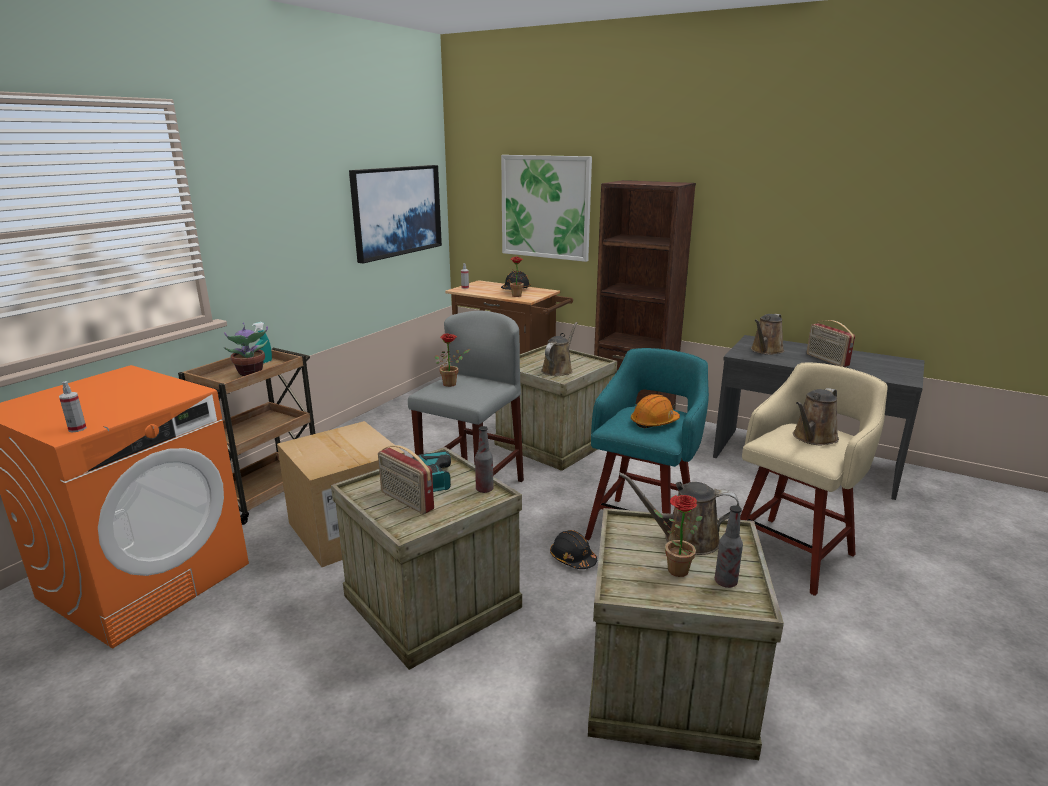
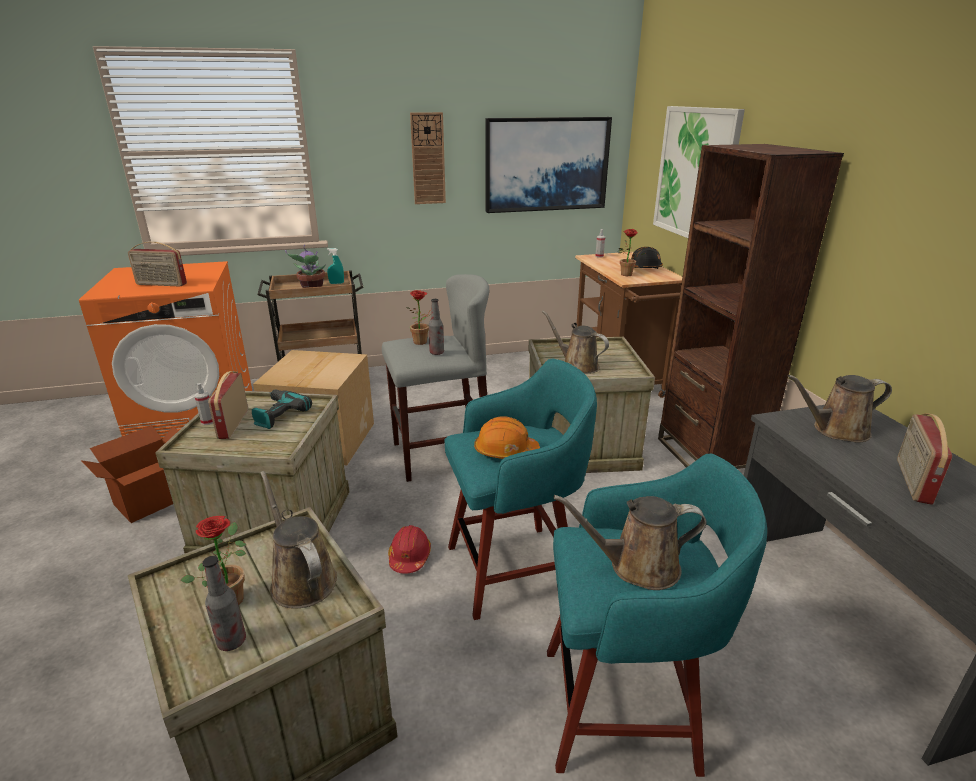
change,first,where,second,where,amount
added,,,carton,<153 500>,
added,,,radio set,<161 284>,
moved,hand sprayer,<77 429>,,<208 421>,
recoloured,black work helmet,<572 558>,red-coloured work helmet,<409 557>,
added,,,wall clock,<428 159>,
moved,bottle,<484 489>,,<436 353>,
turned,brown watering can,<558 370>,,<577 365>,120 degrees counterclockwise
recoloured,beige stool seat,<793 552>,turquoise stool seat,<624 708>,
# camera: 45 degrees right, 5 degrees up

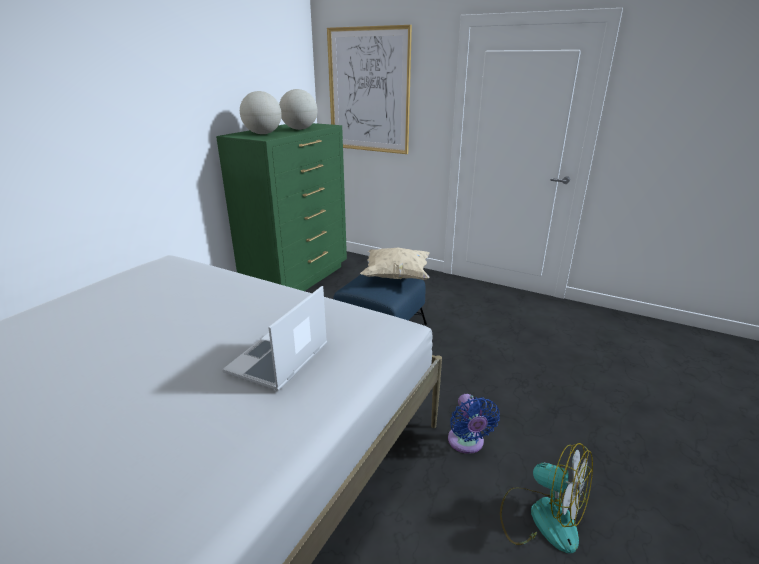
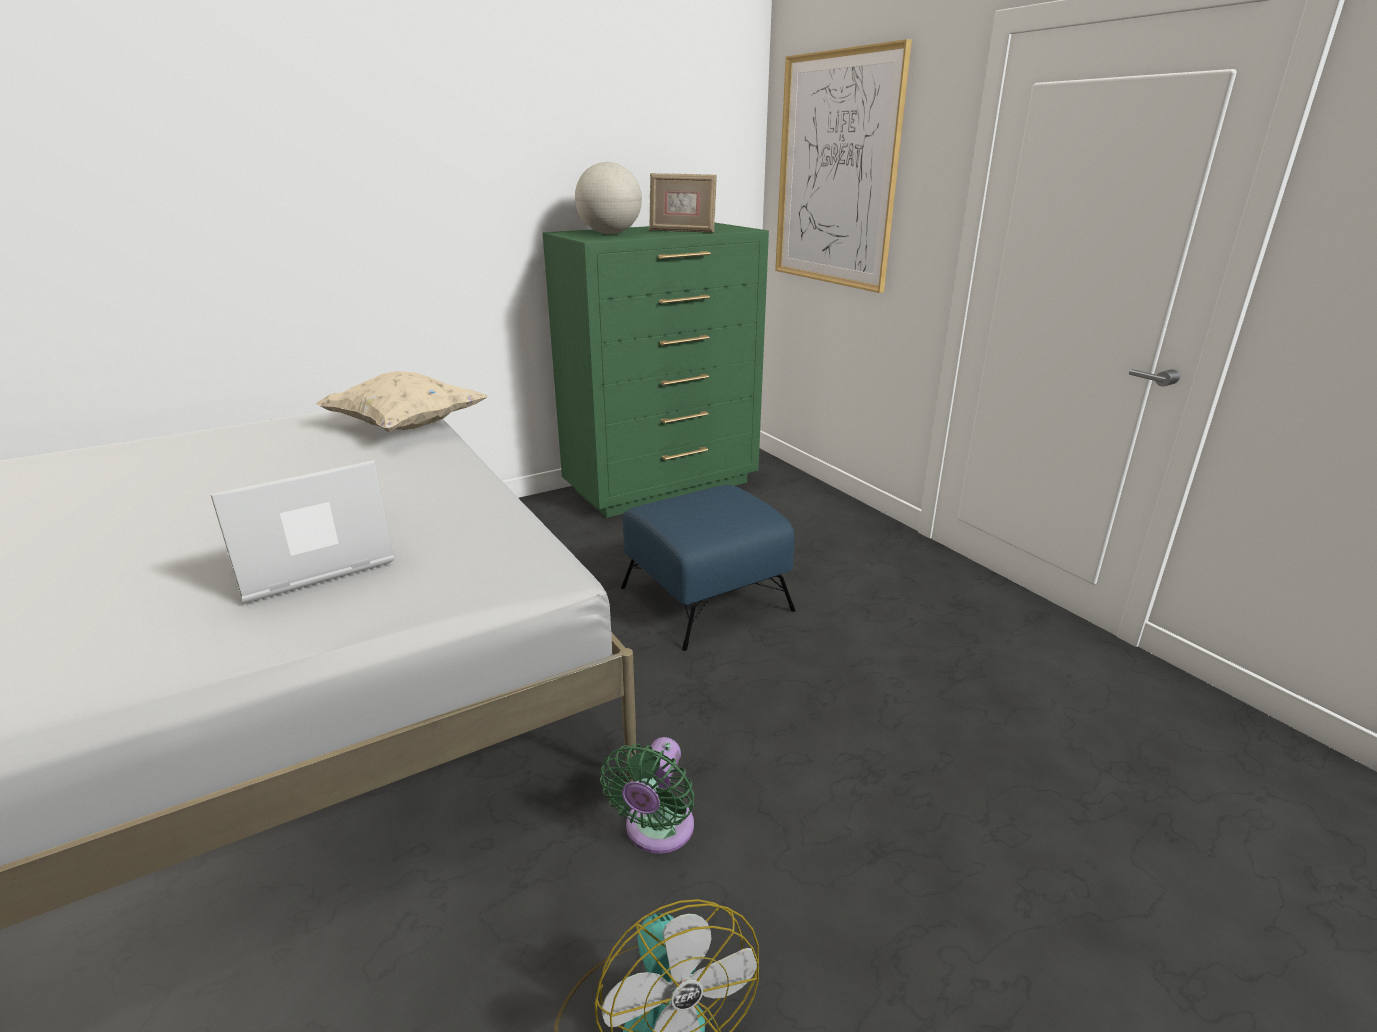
change,first,where,second,where,amount
moved,beige pillow,<396 276>,,<405 427>,
recoloured,blue electric fan,<467 443>,greenish electric fan,<656 831>,
replaced,world globe,<299 129>,standing frame,<682 231>,
# camera: 30 degrees right, 0 degrees up

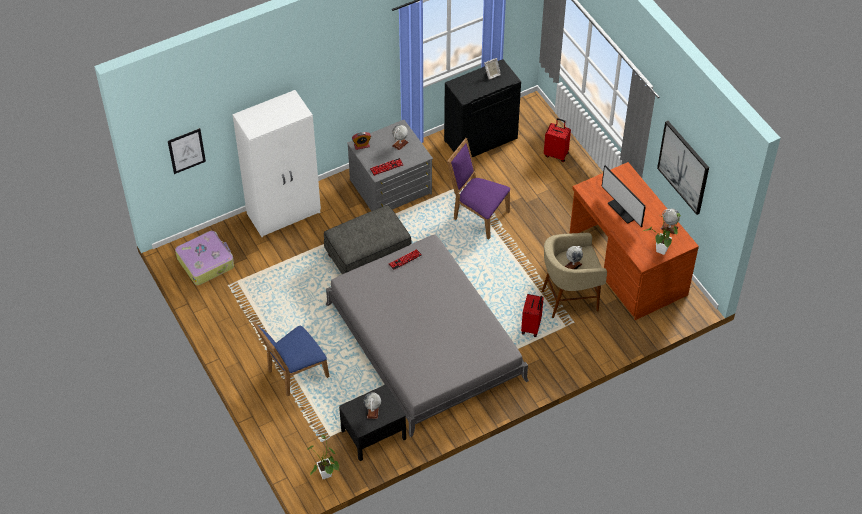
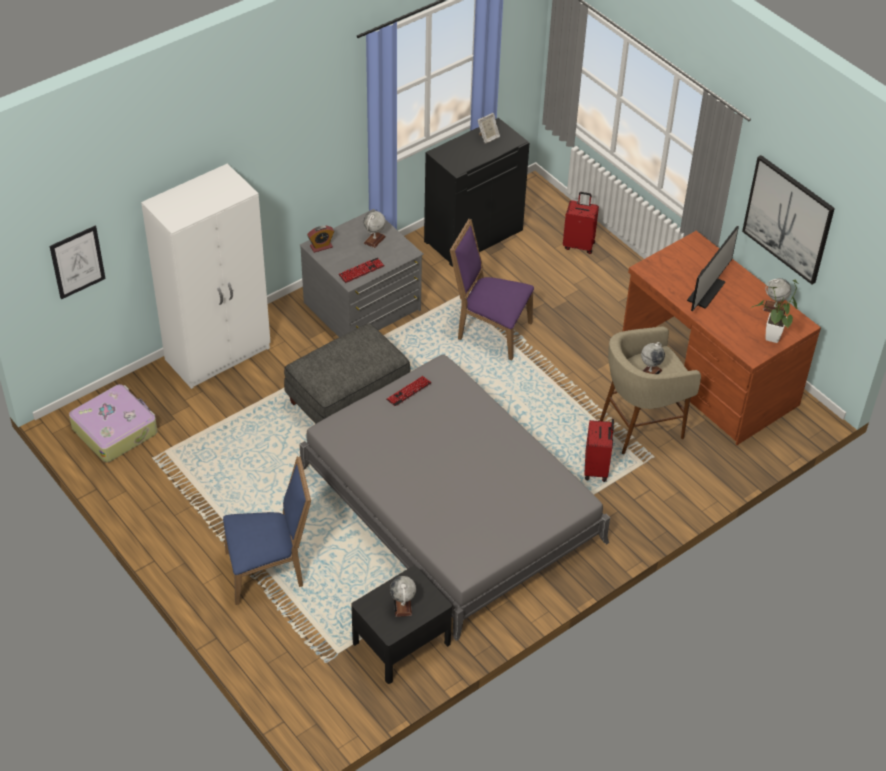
change,first,where,second,where,amount
turned,blue chair,<294 374>,,<269 570>,150 degrees counterclockwise
turned,computer screen,<623 210>,,<706 291>,105 degrees counterclockwise
removed,plant in a pot,<326 477>,,,
# camera: 10 degrees left, 5 degrees down

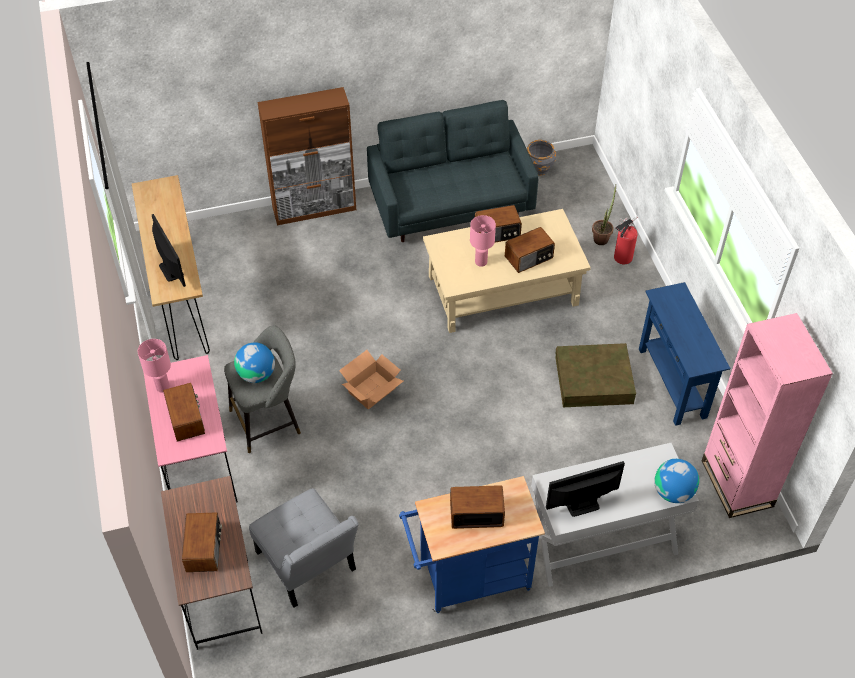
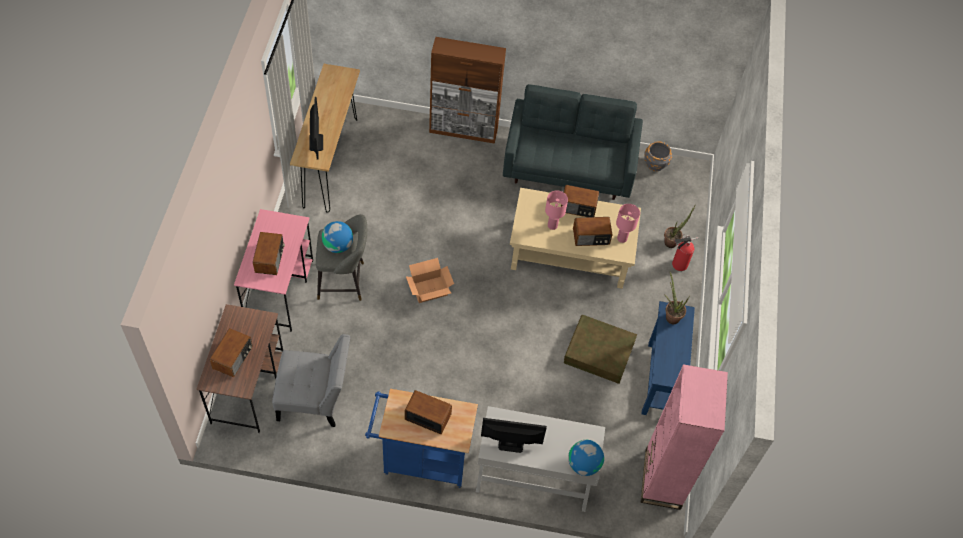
change,first,where,second,where,amount
turned,greyish chair,<308 565>,,<315 399>,75 degrees counterclockwise
moved,pinkish lamp for a table,<162 387>,,<622 238>,
added,,,plant in a pot,<670 315>,
# camera: 20 degrees right, 5 degrees up

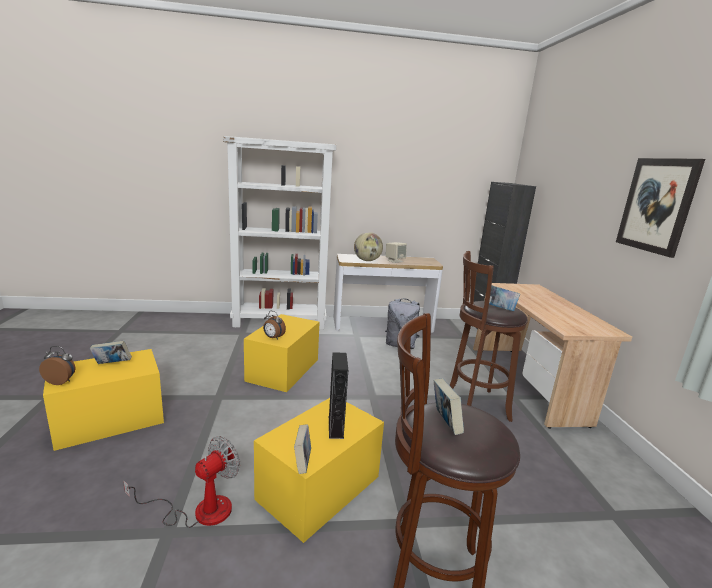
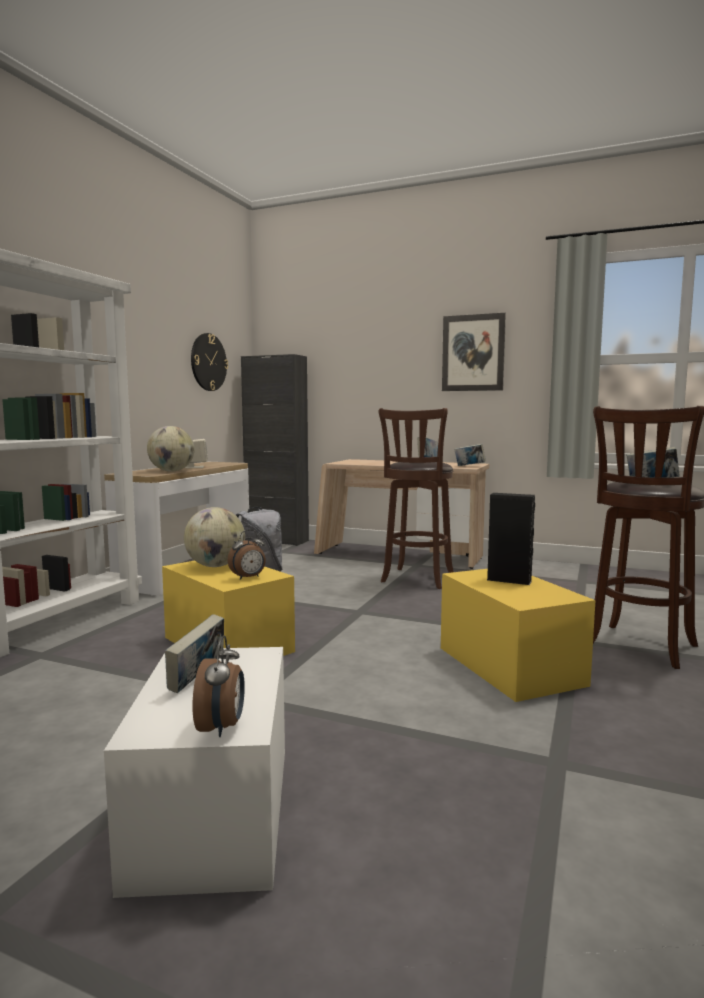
change,first,where,second,where,amount
recoloured,yellow storage bin,<110 419>,white-coloured storage bin,<213 812>,
added,,,world globe,<216 566>,
added,,,wall clock,<208 362>,
turned,table clock,<61 381>,,<222 727>,150 degrees clockwise
moved,book,<302 462>,,<469 466>,
removed,electric fan,<199 510>,,,
# camera: 60 degrees left, 10 degrees down

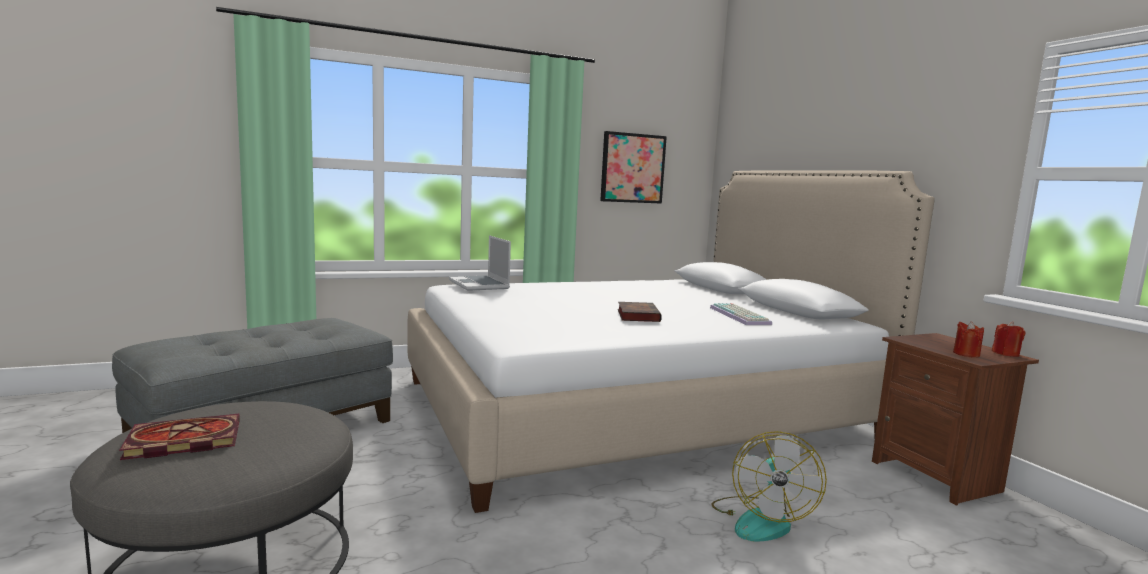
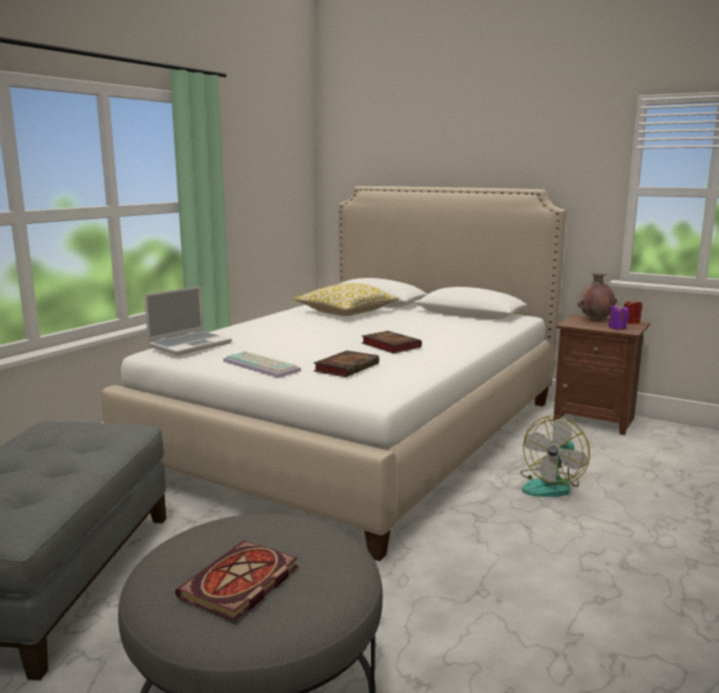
change,first,where,second,where,amount
turned,laptop,<480 285>,,<190 344>,75 degrees counterclockwise
moved,keyboard,<741 316>,,<263 366>,
added,,,pillow,<347 312>,
added,,,book,<347 367>,
turned,electric fan,<761 520>,,<551 485>,60 degrees clockwise
added,,,brown decorative vase,<595 320>,
recoloured,red-coloured wax light,<966 354>,purple wax light,<617 328>,
removed,picture,<632 168>,,,
# camera: 35 degrees left, 5 degrees up

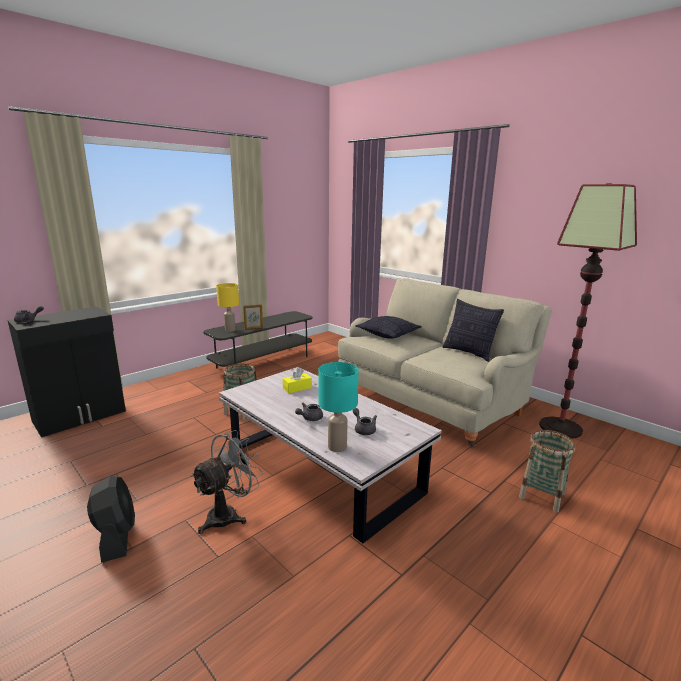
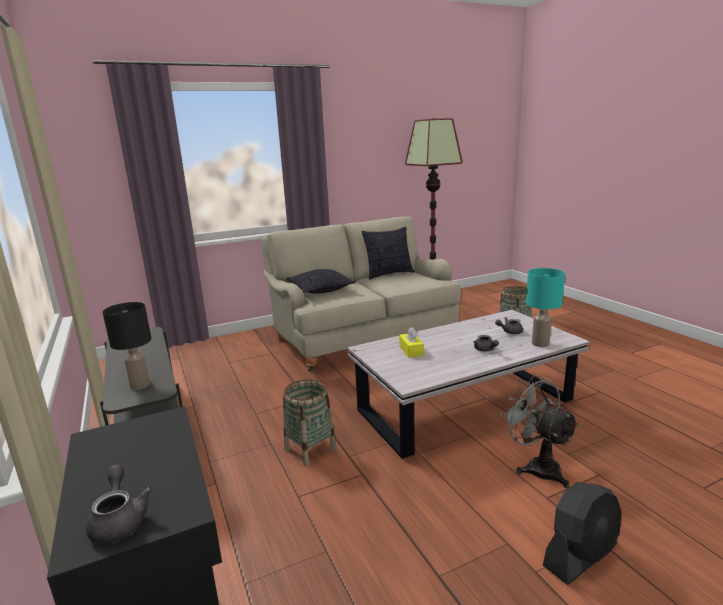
change,first,where,second,where,amount
recoloured,yellow lamp for a table,<230 330>,black lamp for a table,<140 385>,
turned,black electric fan,<116 536>,,<580 556>,150 degrees clockwise
removed,standing frame,<253 328>,,,
# camera: 70 degrees left, 0 degrees up

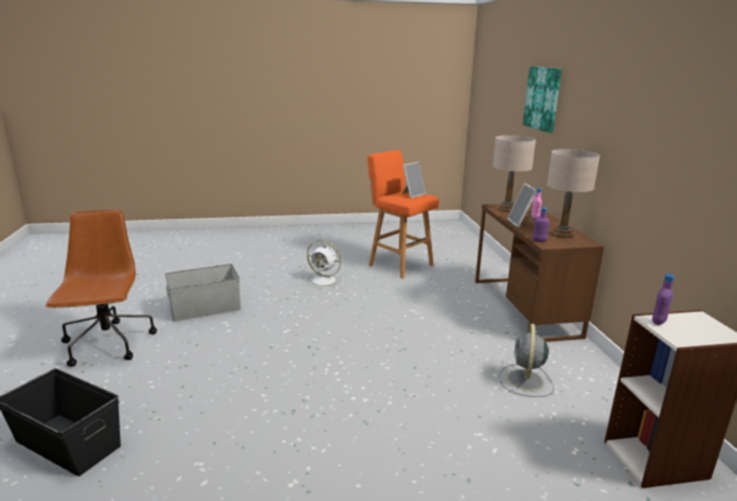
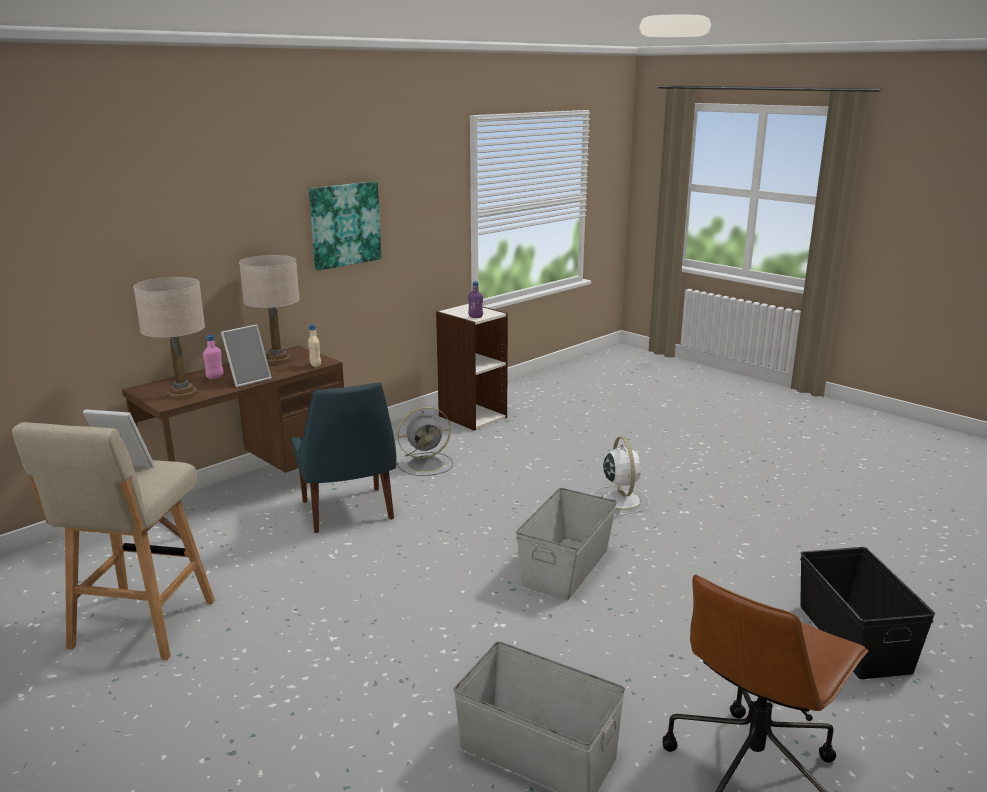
change,first,where,second,where,amount
recoloured,orange-coloured stool seat,<399 265>,beige stool seat,<140 627>,
added,,,blue chair,<348 512>,
recoloured,purple bottle,<539 241>,beige bottle,<315 365>,
moved,picture,<543 98>,,<344 224>,
added,,,greyish storage bin,<567 567>,
moved,white-coloured electric fan,<325 281>,,<620 499>,
# camera: 125 degrees left, 0 degrees up

